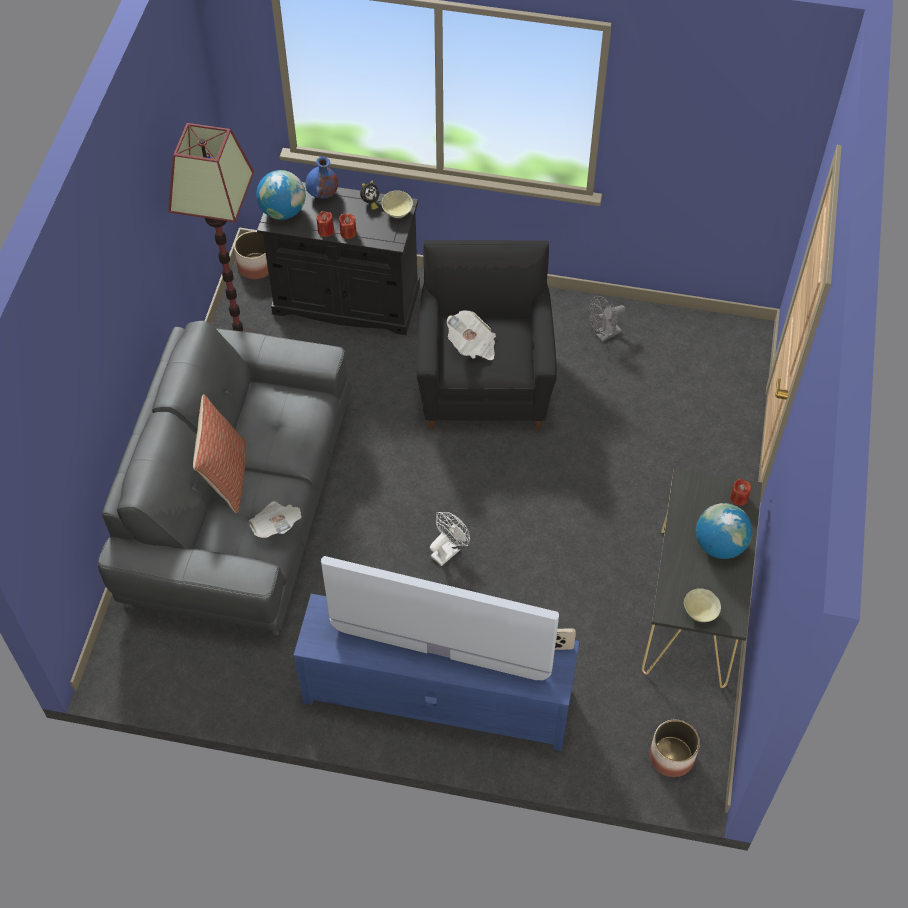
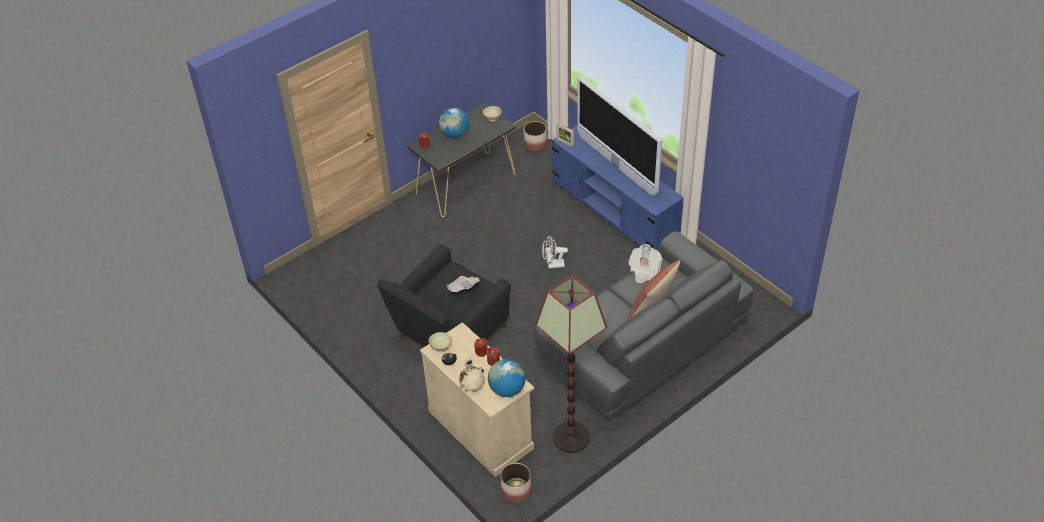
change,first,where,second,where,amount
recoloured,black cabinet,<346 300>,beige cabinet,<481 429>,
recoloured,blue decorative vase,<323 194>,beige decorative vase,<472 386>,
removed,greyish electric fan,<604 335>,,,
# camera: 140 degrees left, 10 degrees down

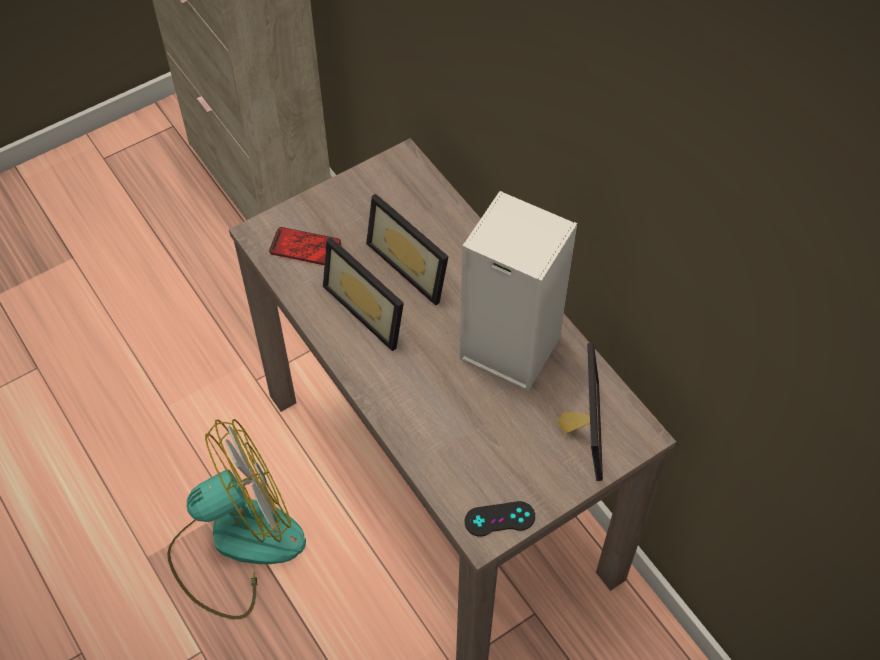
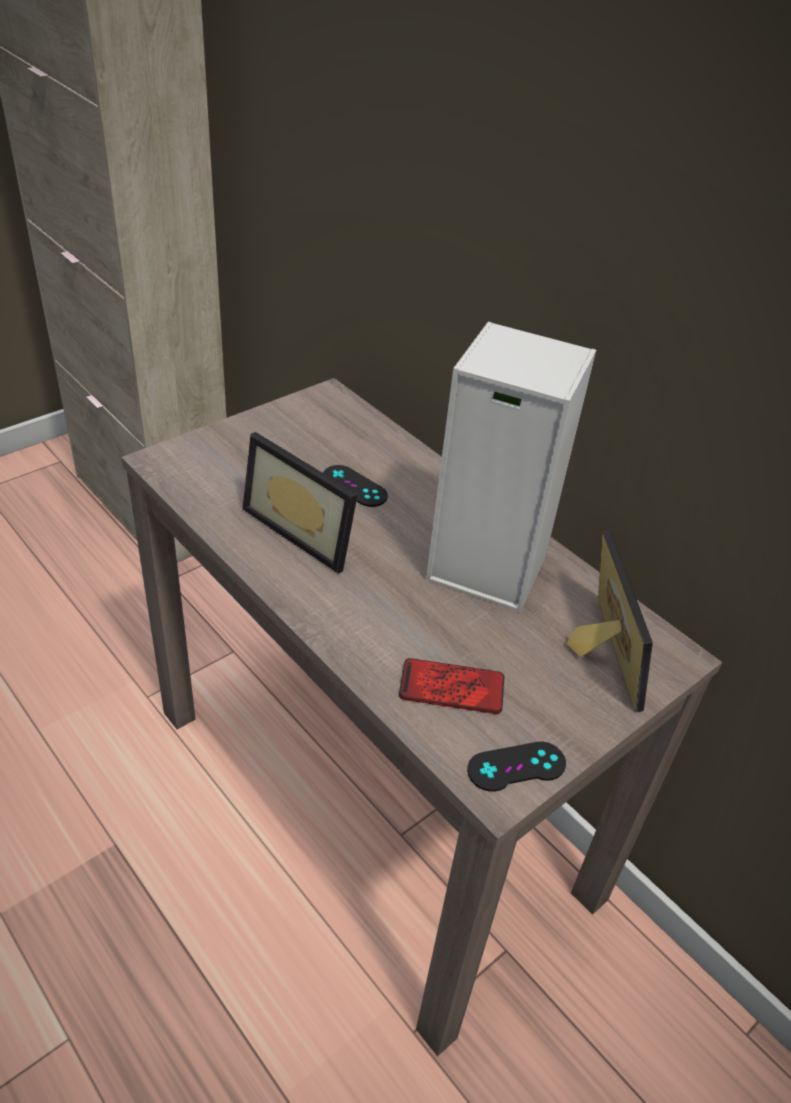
change,first,where,second,where,amount
replaced,standing frame,<414 263>,black game controller,<354 486>,
moved,handset,<305 247>,,<451 687>,
removed,electric fan,<236 543>,,,
# camera: 10 degrees left, 15 degrees down

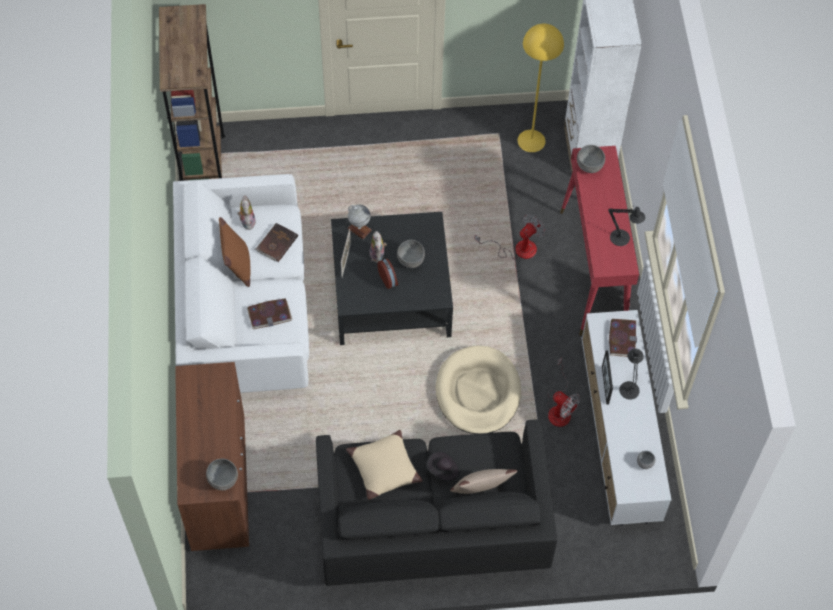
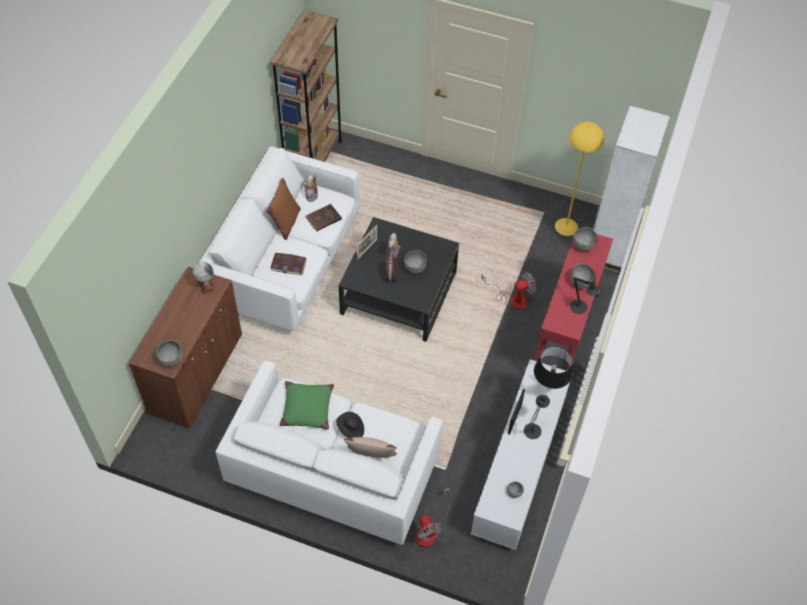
change,first,where,second,where,amount
moved,world globe,<359 229>,,<206 285>,
recoloured,black settee,<432 522>,white-coloured settee,<334 471>,
recoloured,beige pillow,<384 468>,greenish pillow,<307 408>,
moved,electric fan,<559 408>,,<429 530>,
replaced,book,<622 338>,black lamp for a table,<548 389>,
added,,,greyish bowl,<580 282>,
removed,beige dog cushion,<478 392>,,,
# camera: 25 degrees right, 5 degrees down

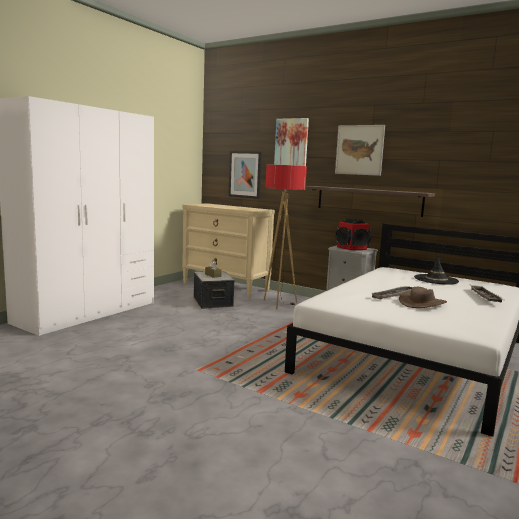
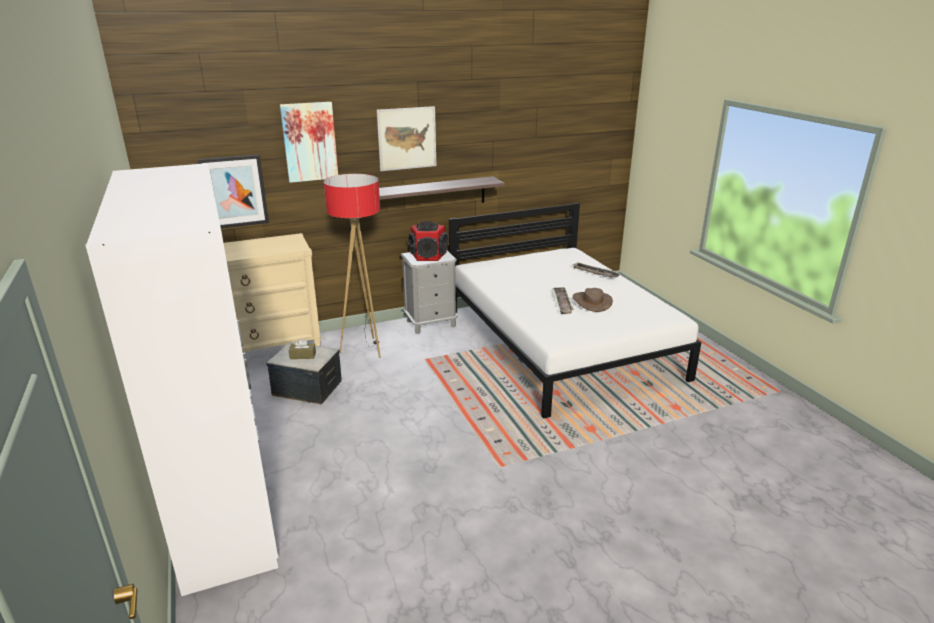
change,first,where,second,where,amount
removed,black clothing hat,<436 279>,,,
# camera: 55 degrees left, 15 degrees up

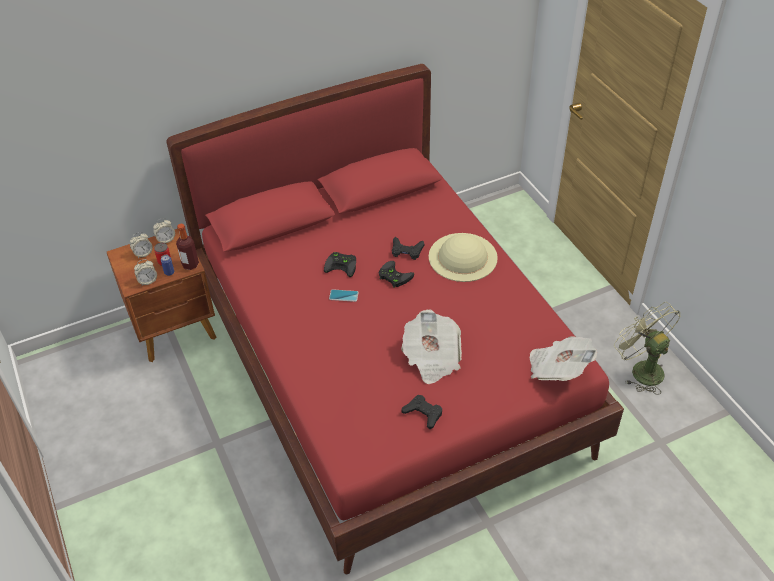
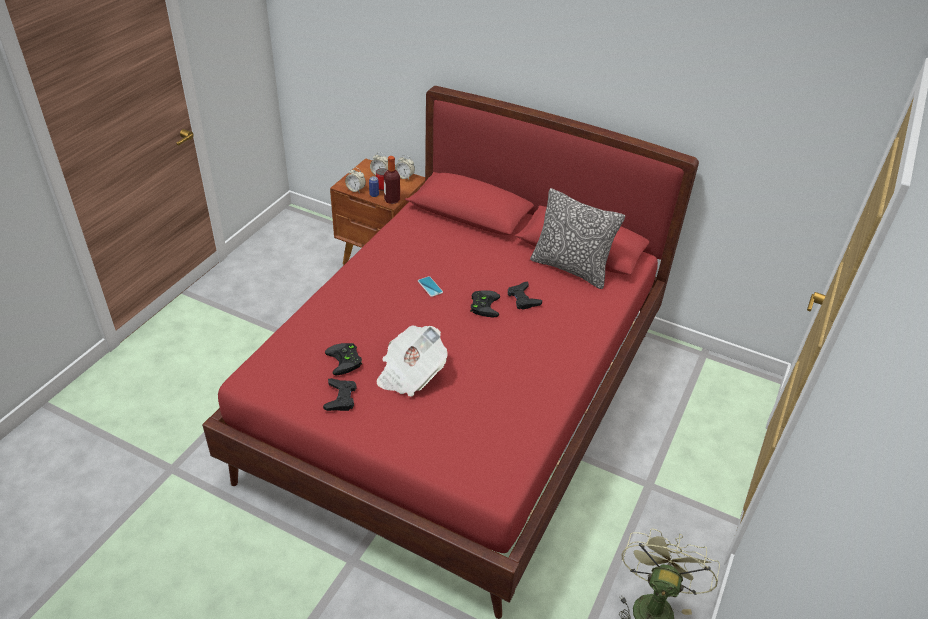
change,first,where,second,where,amount
moved,black game controller,<342 265>,,<346 361>,
added,,,pillow,<571 268>,
removed,beige clothing hat,<462 257>,,,
removed,daily paper,<558 369>,,,
# camera: 50 degrees right, 5 degrees down

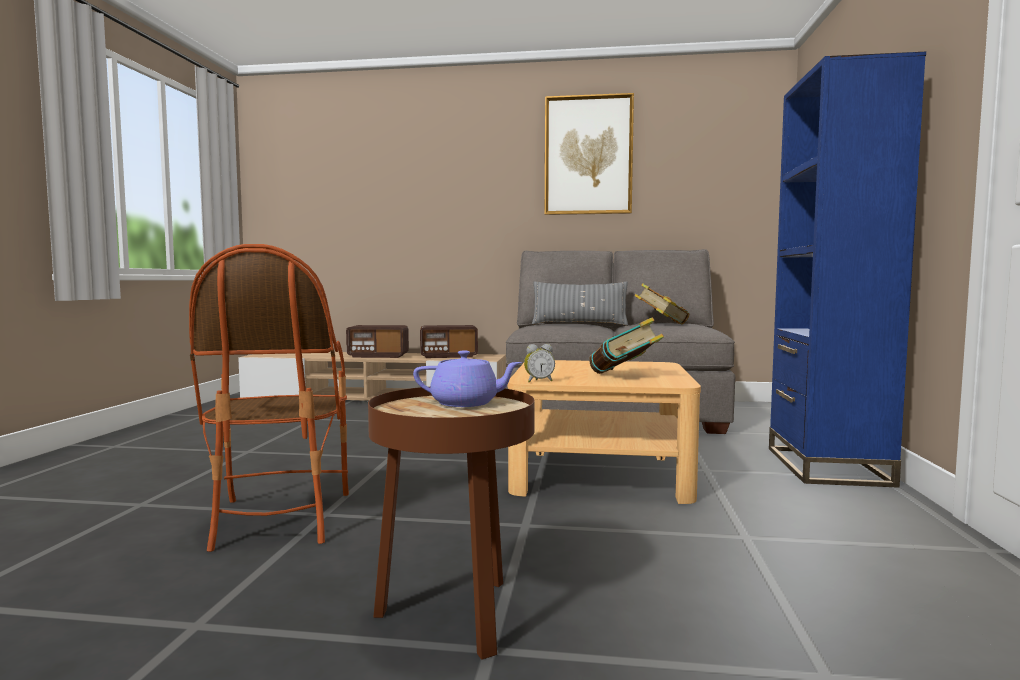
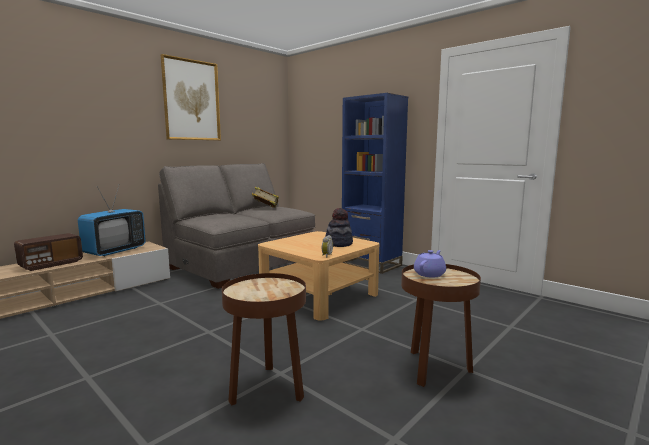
change,first,where,second,where,amount
replaced,radio set,<448 356>,television,<115 251>,
replaced,easy chair,<279 519>,brown side table,<267 389>,
replaced,book,<624 376>,clothing hat,<338 244>,
removed,greyish pillow,<579 324>,,,
# camera: 55 degrees left, 5 degrees up

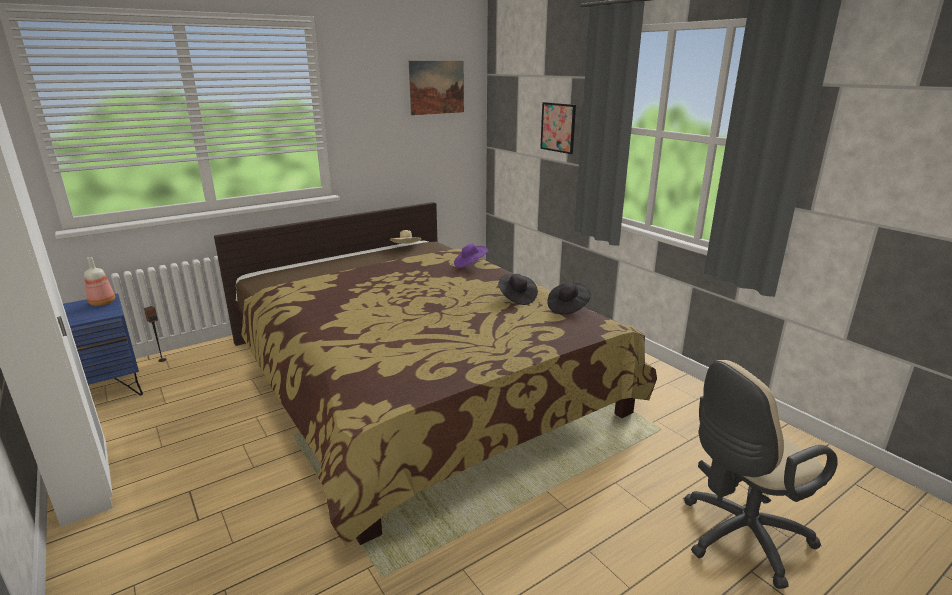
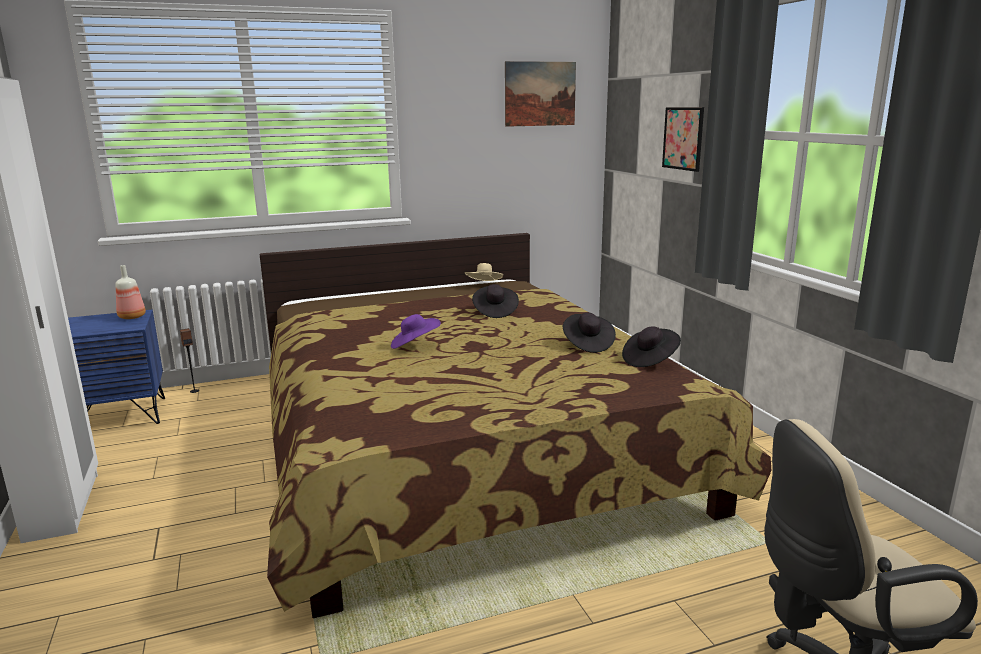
change,first,where,second,where,amount
moved,purple clothing hat,<470 264>,,<414 345>,
added,,,black clothing hat,<495 312>,
# camera: 15 degrees right, 5 degrees down

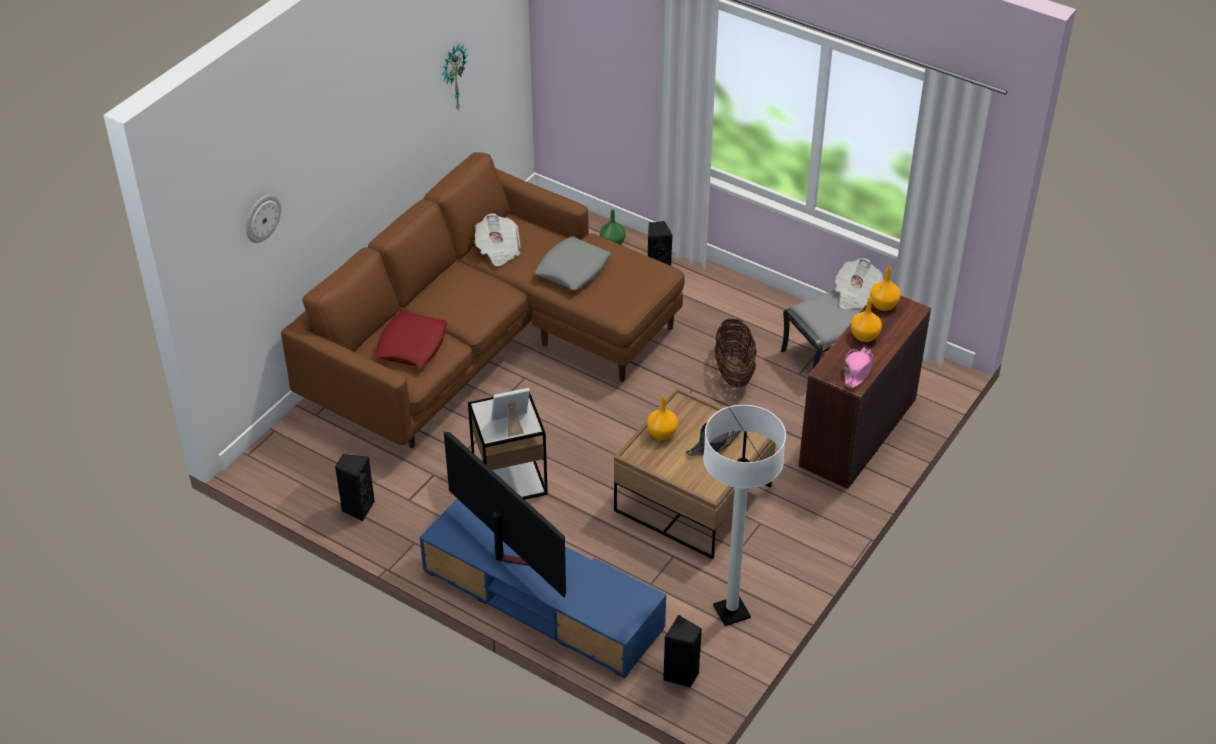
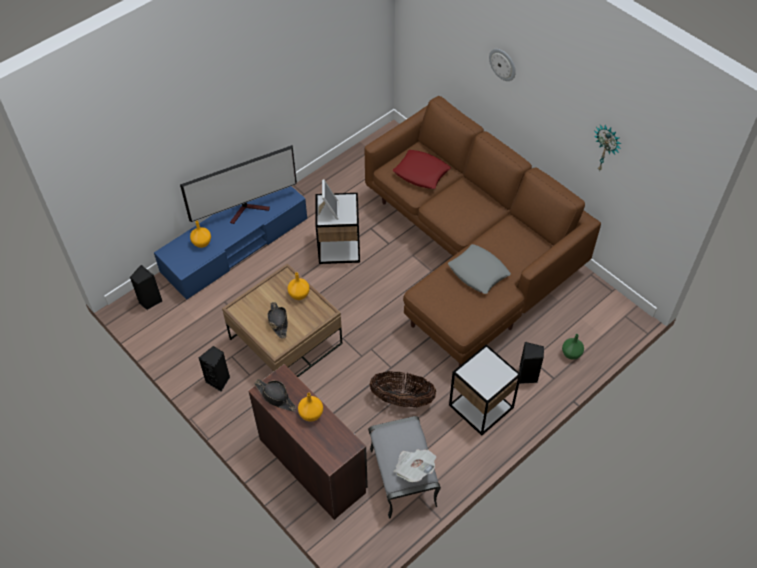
change,first,where,second,where,amount
moved,orange-coloured decorative vase,<883 305>,,<202 242>,
moved,black speaker,<357 508>,,<219 381>,
recoloured,pinkish clothing hat,<857 370>,black clothing hat,<276 397>,
added,,,side table,<481 406>,
moved,wall clock,<262 217>,,<503 64>,
removed,daily paper,<498 250>,,,
removed,white-coloured standard lamp,<731 612>,,,
# camera: 105 degrees right, 10 degrees up

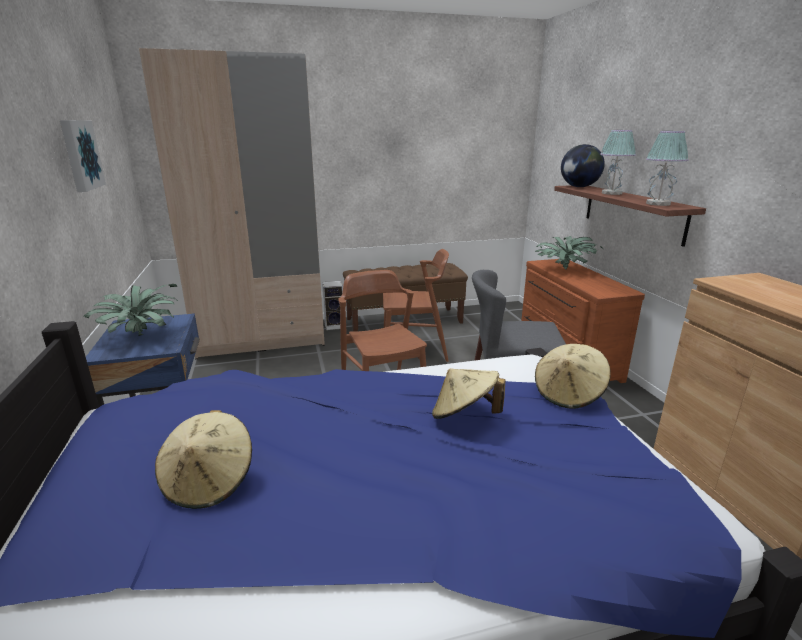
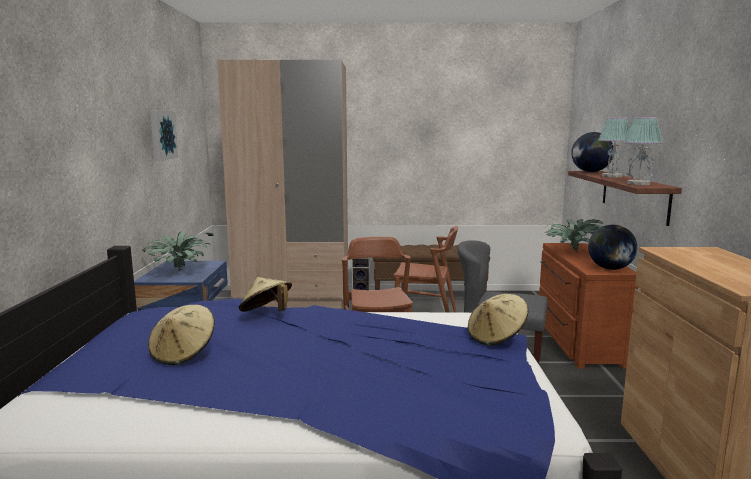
change,first,where,second,where,amount
moved,beige clothing hat,<464 415>,,<266 314>,
added,,,world globe,<610 268>,
# camera: 15 degrees right, 10 degrees down

